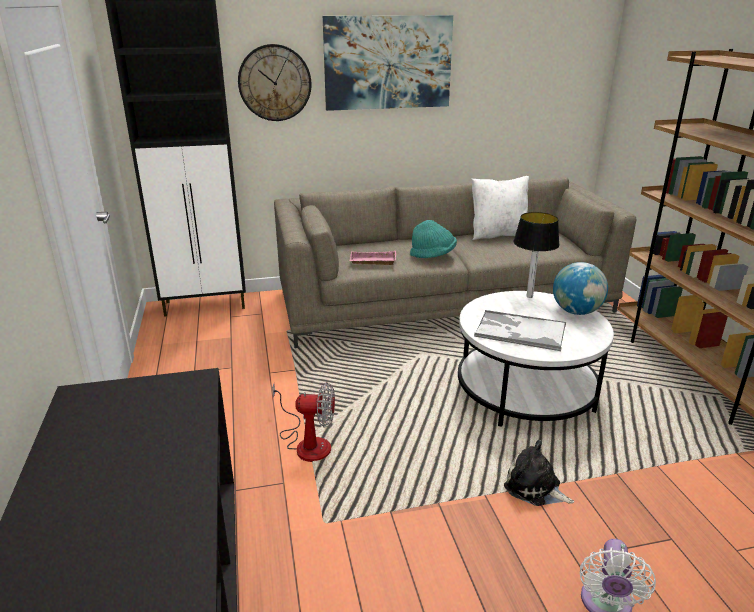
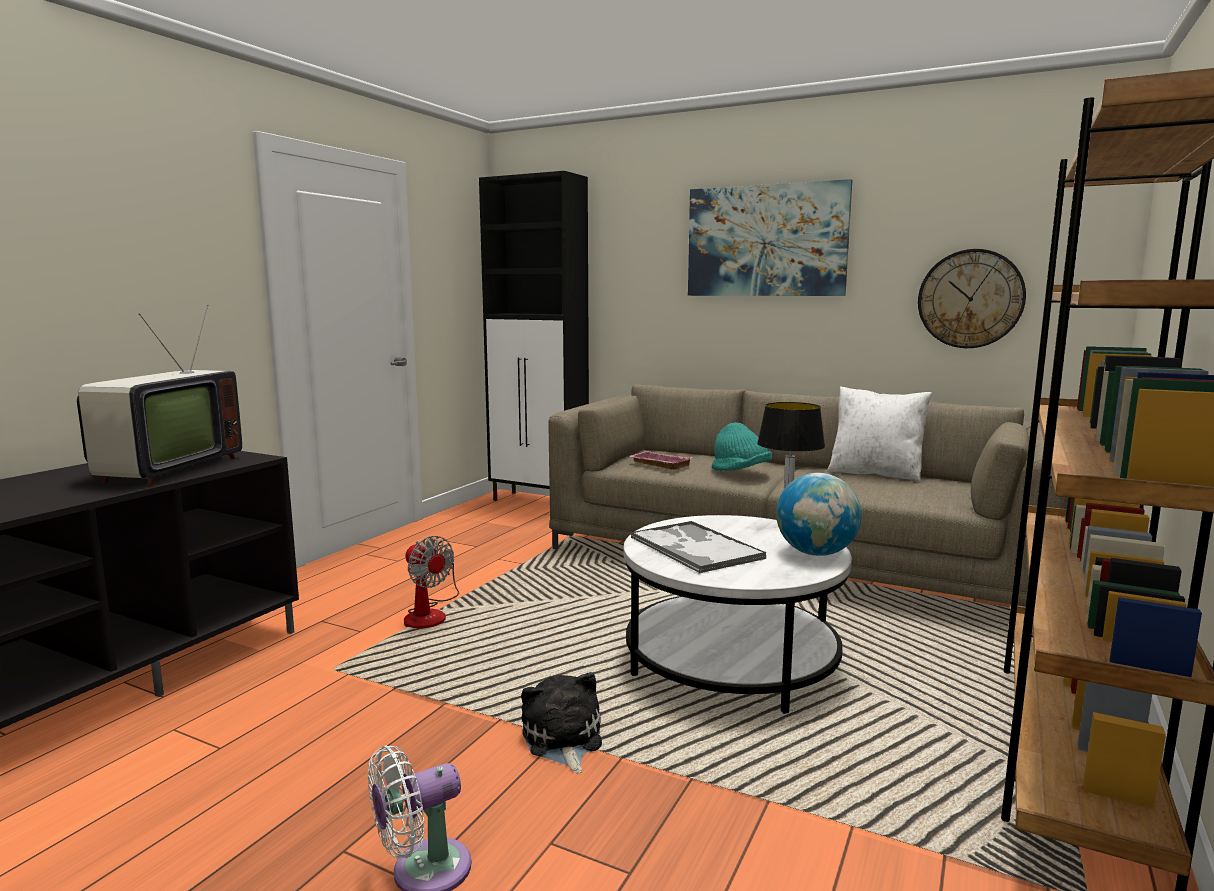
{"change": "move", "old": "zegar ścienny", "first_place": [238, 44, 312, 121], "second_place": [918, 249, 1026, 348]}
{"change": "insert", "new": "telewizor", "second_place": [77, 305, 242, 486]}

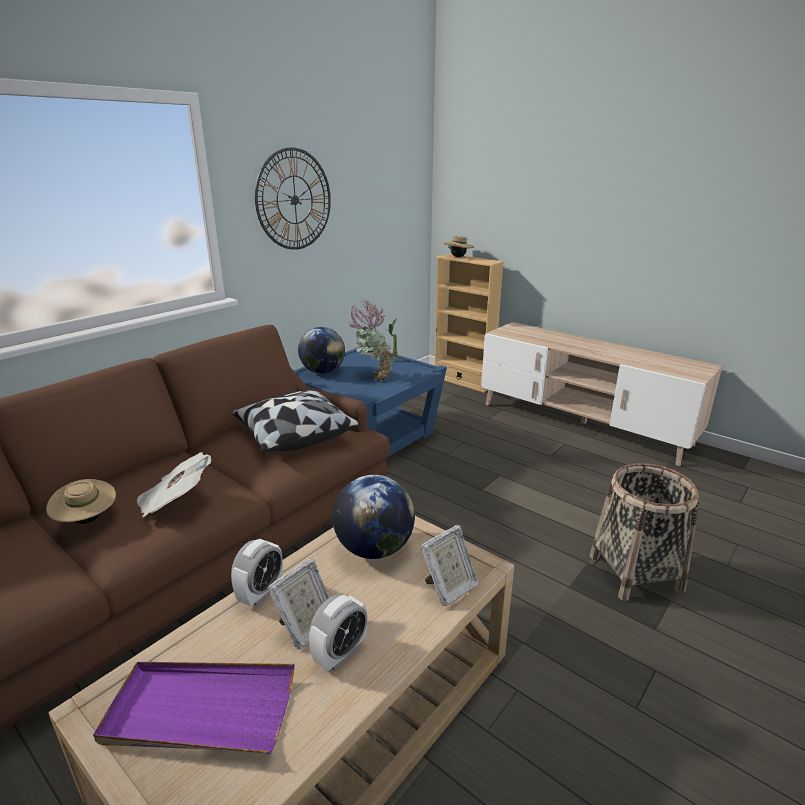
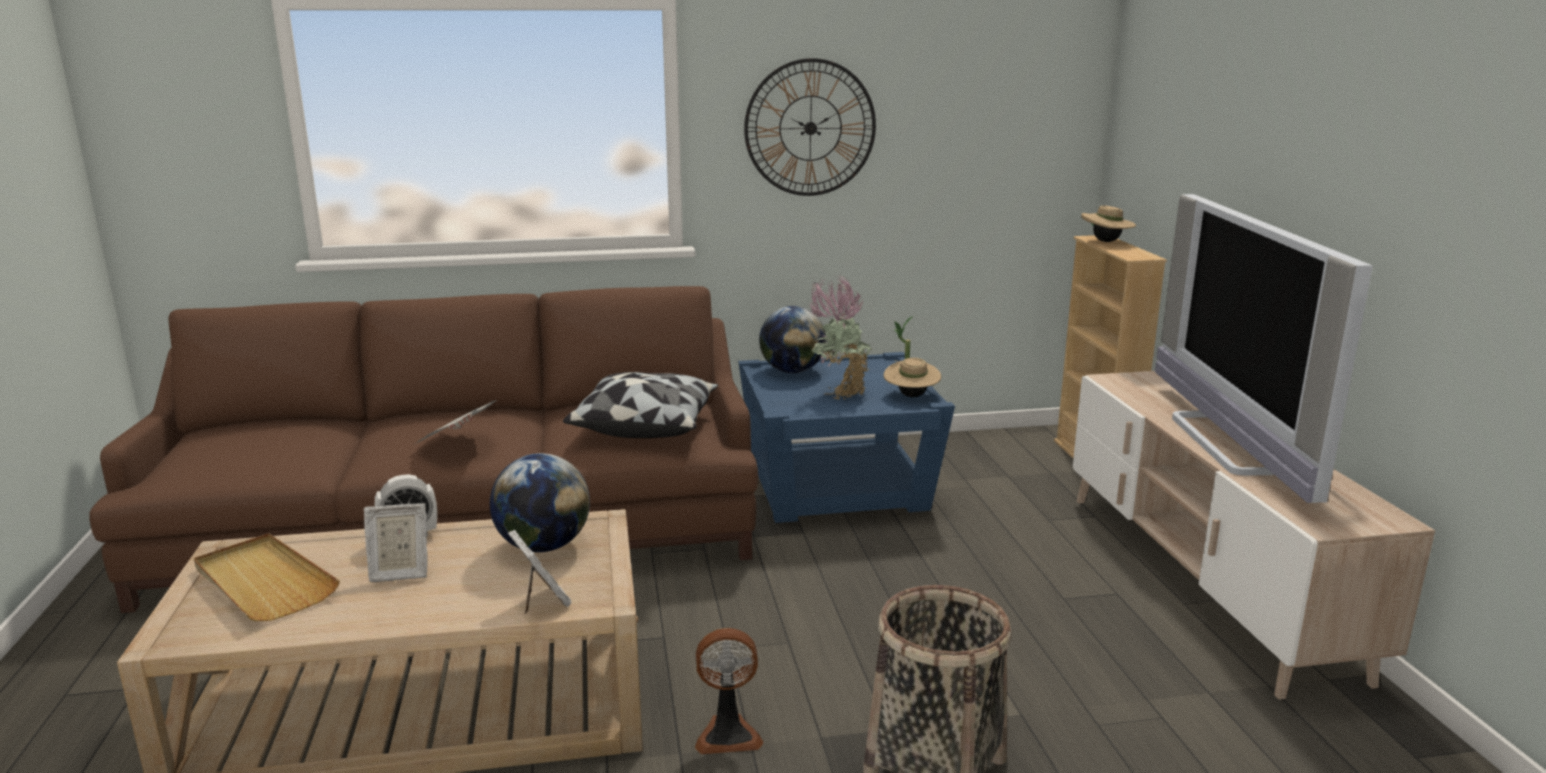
{"change": "move", "old": "kapelusz (beżowy)", "first_place": [46, 479, 116, 524], "second_place": [884, 358, 941, 397]}
{"change": "rotate", "old": "ramka na zdjęcie", "first_place": [421, 525, 479, 606], "second_place": [508, 530, 572, 614], "degrees": -120}
{"change": "delete", "old": "budzik", "first_place": [309, 594, 367, 671]}
{"change": "recolor", "old": "taca (fioletowy)", "new": "taca (beżowy)", "first_place": [93, 662, 294, 754], "second_place": [194, 533, 340, 621]}
{"change": "insert", "new": "telewizor", "second_place": [1155, 194, 1373, 503]}
{"change": "insert", "new": "wentylator", "second_place": [695, 628, 763, 754]}

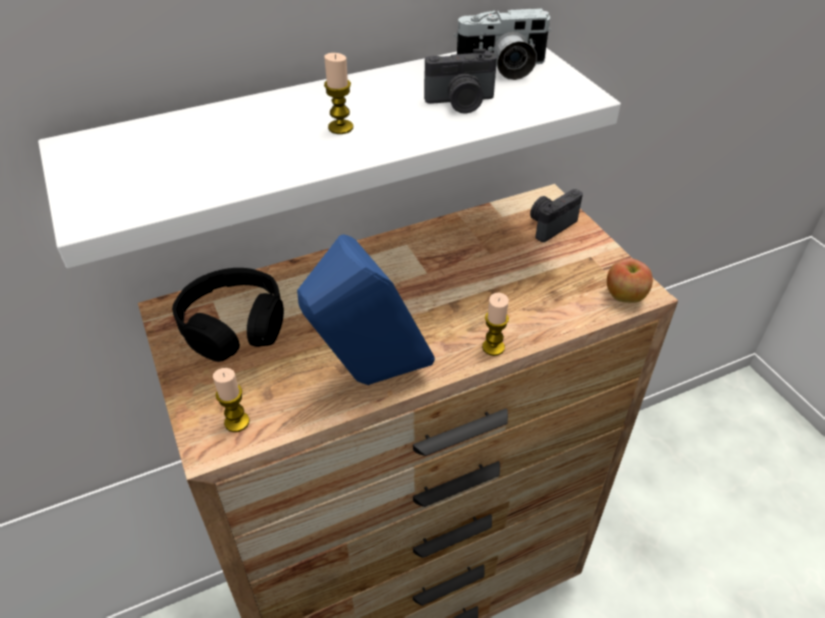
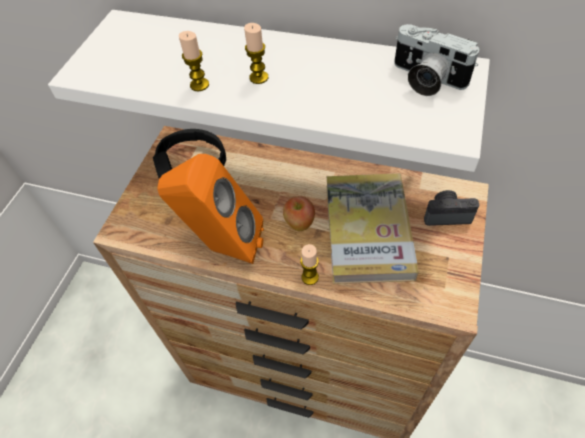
{"change": "delete", "old": "aparat fotograficzny", "first_place": [424, 49, 497, 114]}
{"change": "recolor", "old": "głośnik (niebieski)", "new": "głośnik (pomarańczowy)", "first_place": [297, 234, 435, 385], "second_place": [157, 154, 264, 264]}
{"change": "move", "old": "jabłko", "first_place": [607, 258, 653, 303], "second_place": [283, 196, 315, 231]}
{"change": "move", "old": "świeca", "first_place": [213, 368, 249, 432], "second_place": [179, 31, 209, 91]}
{"change": "insert", "new": "książka", "second_place": [326, 173, 419, 284]}

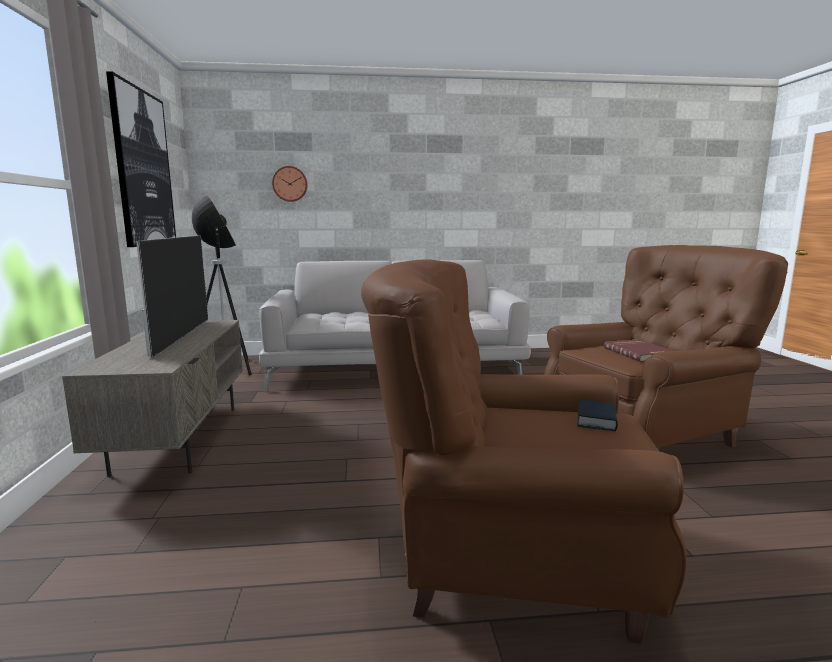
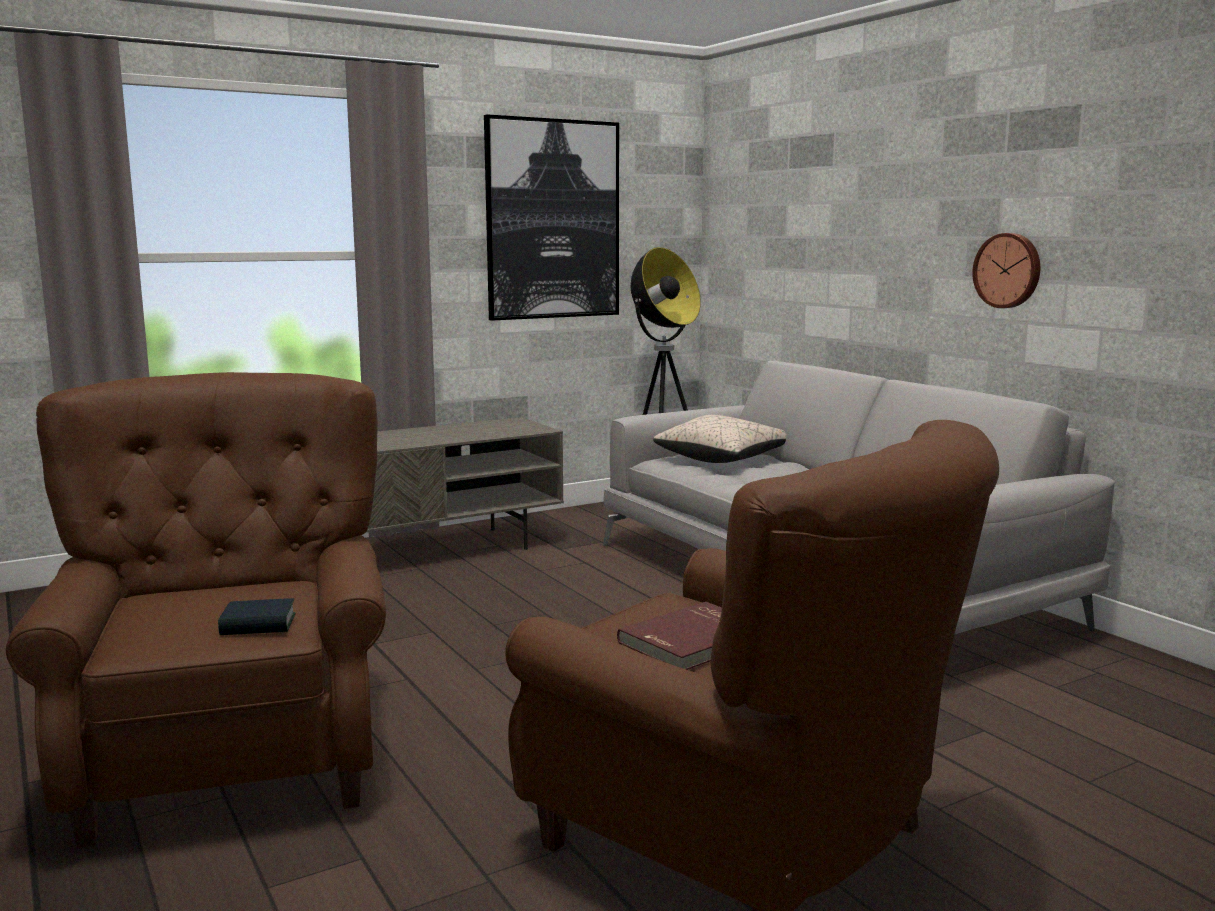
{"change": "move", "old": "zegar ścienny", "first_place": [272, 166, 308, 202], "second_place": [972, 233, 1040, 308]}
{"change": "delete", "old": "telewizor", "first_place": [136, 235, 208, 358]}
{"change": "insert", "new": "poduszka (beżowy)", "second_place": [653, 415, 786, 463]}

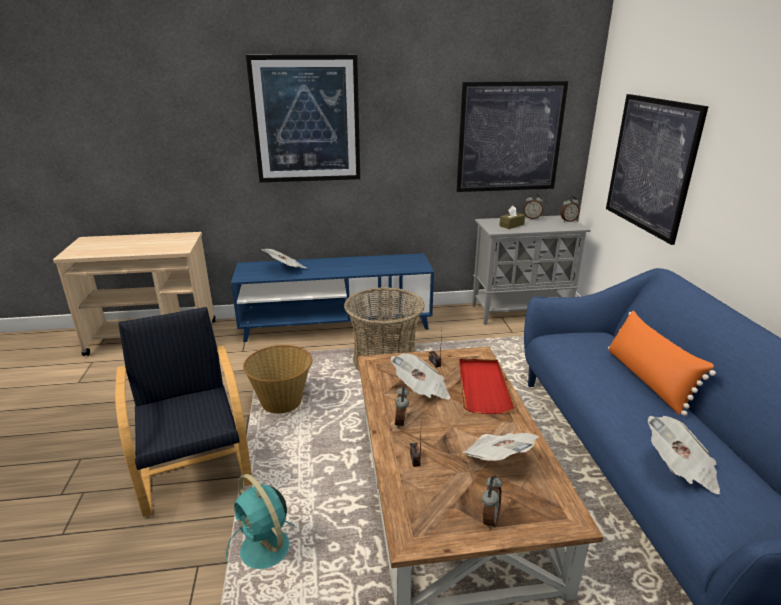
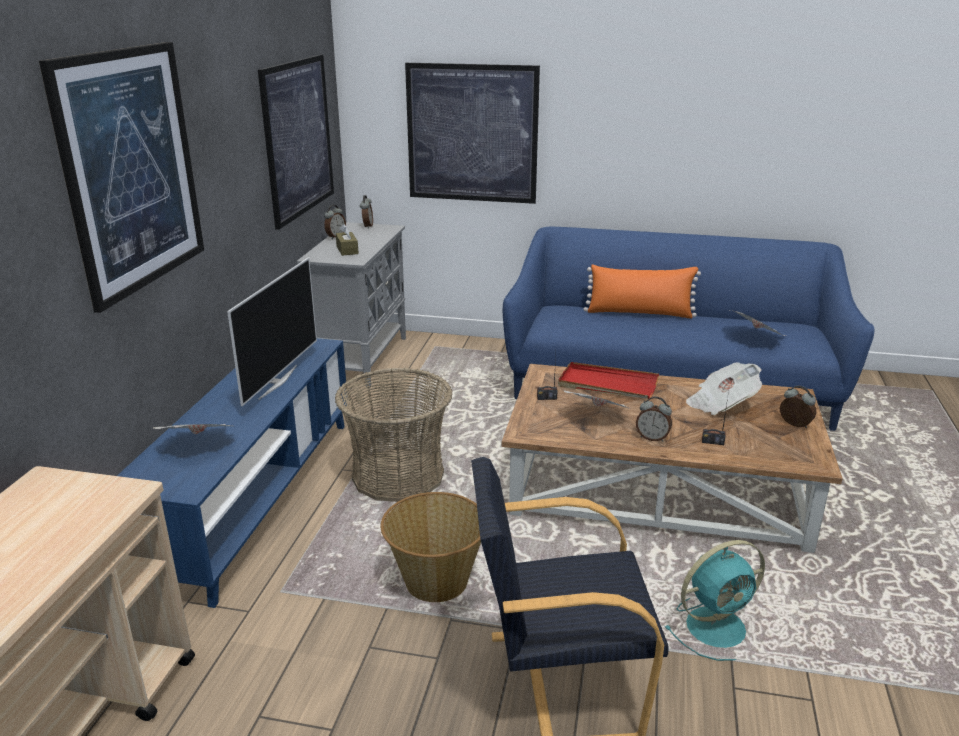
{"change": "insert", "new": "telewizor", "second_place": [227, 258, 317, 406]}

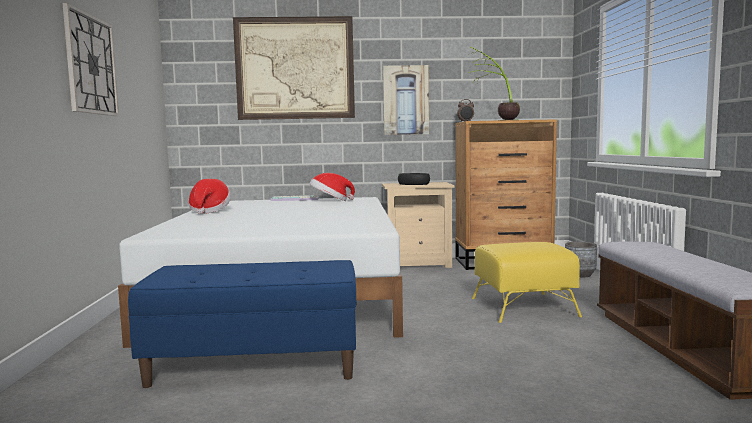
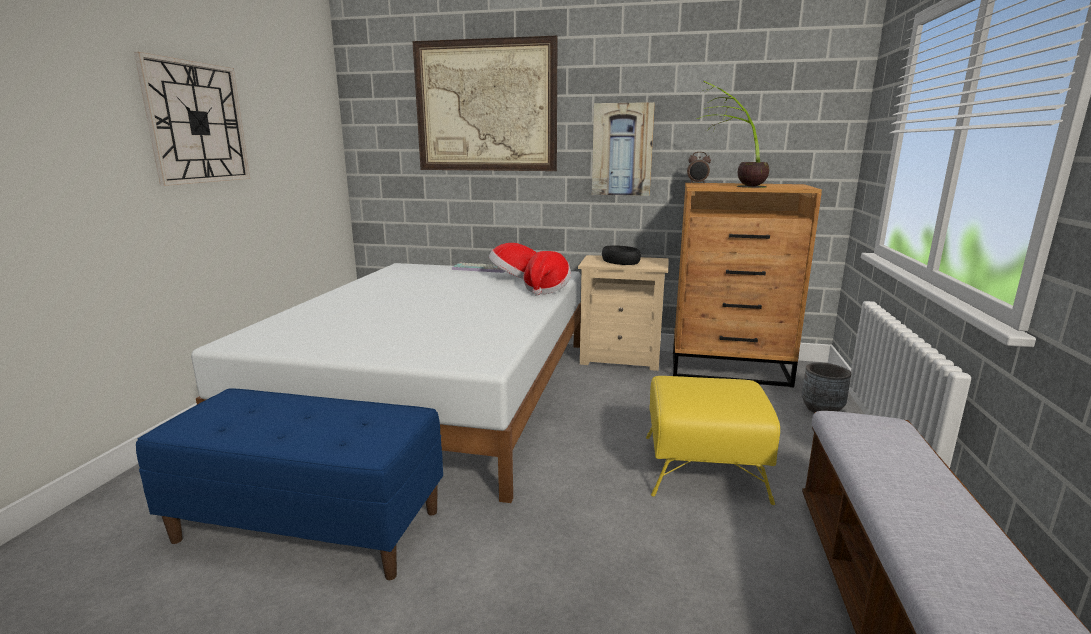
{"change": "move", "old": "kapelusz", "first_place": [188, 179, 231, 214], "second_place": [523, 251, 571, 296]}

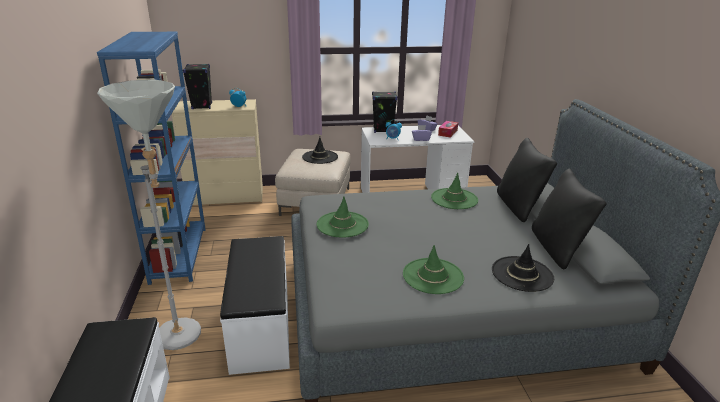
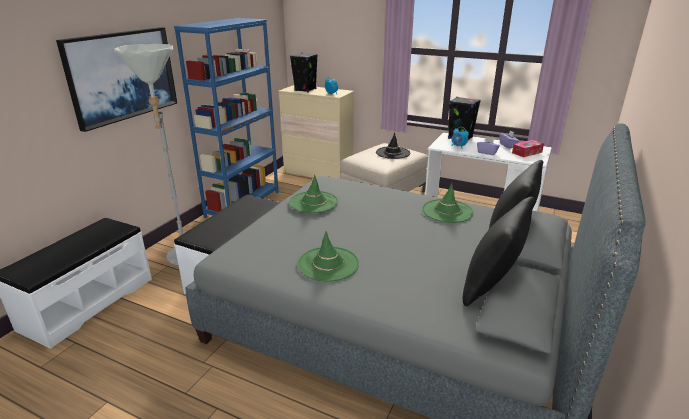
{"change": "delete", "old": "kapelusz (czarny)", "first_place": [492, 244, 554, 292]}
{"change": "insert", "new": "obraz", "second_place": [56, 27, 177, 132]}

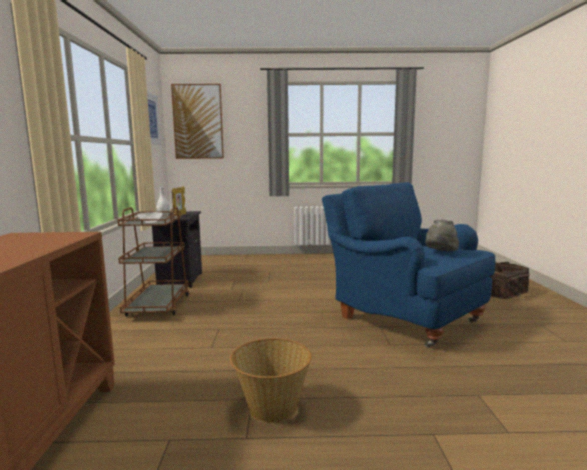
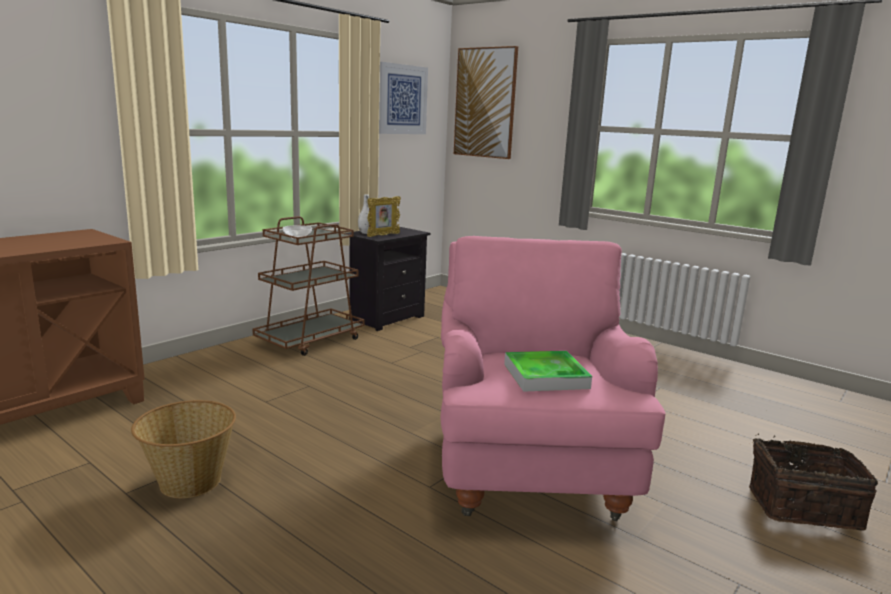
{"change": "recolor", "old": "fotel (niebieski)", "new": "fotel (różowy)", "first_place": [322, 182, 495, 348], "second_place": [440, 236, 666, 521]}
{"change": "replace", "old": "kapelusz (szary)", "new": "taca", "first_place": [425, 220, 459, 251], "second_place": [504, 351, 592, 392]}

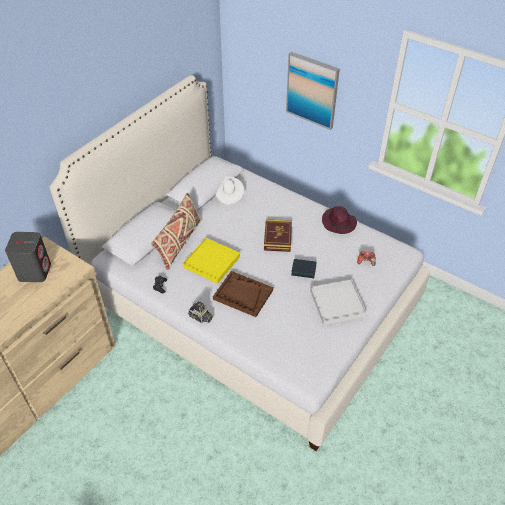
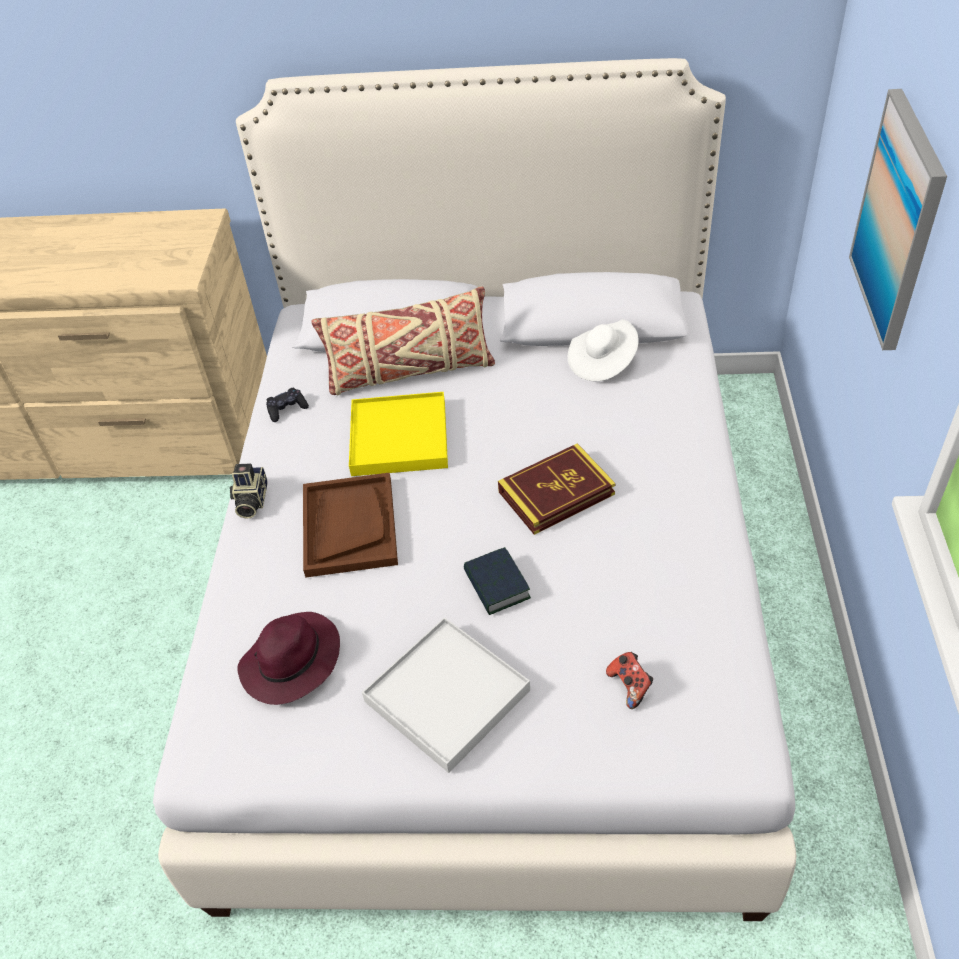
{"change": "move", "old": "kapelusz (fioletowy)", "first_place": [322, 206, 357, 234], "second_place": [237, 612, 340, 705]}
{"change": "delete", "old": "głośnik (szary)", "first_place": [5, 232, 51, 282]}

